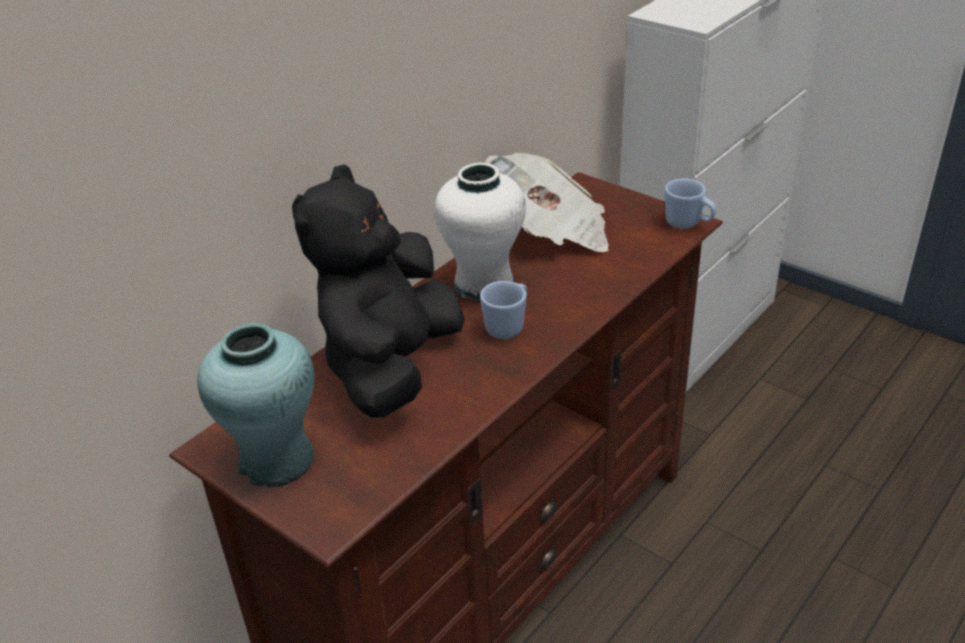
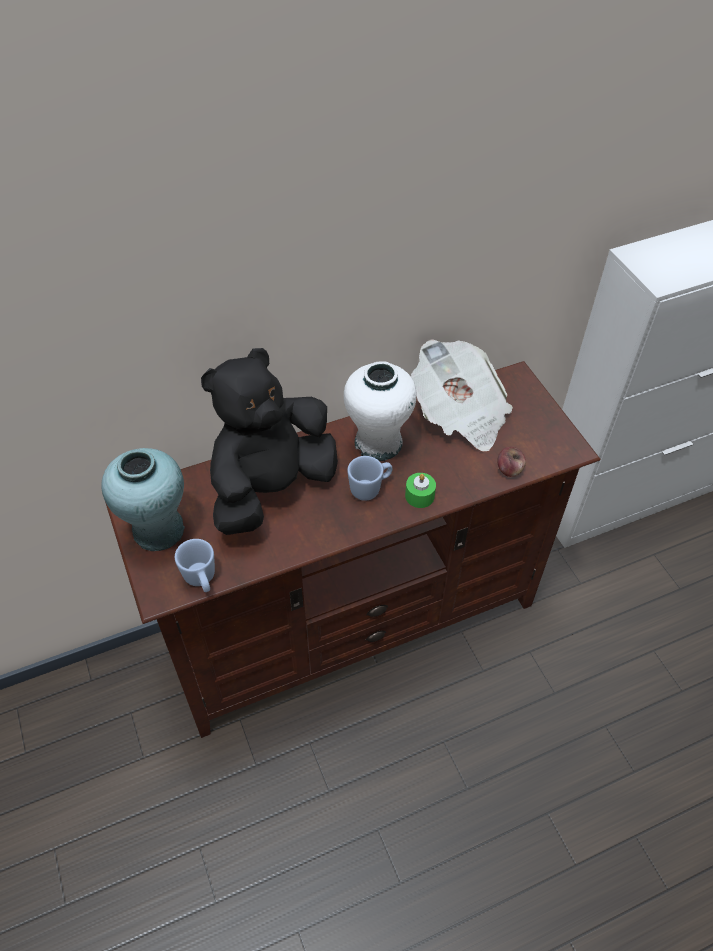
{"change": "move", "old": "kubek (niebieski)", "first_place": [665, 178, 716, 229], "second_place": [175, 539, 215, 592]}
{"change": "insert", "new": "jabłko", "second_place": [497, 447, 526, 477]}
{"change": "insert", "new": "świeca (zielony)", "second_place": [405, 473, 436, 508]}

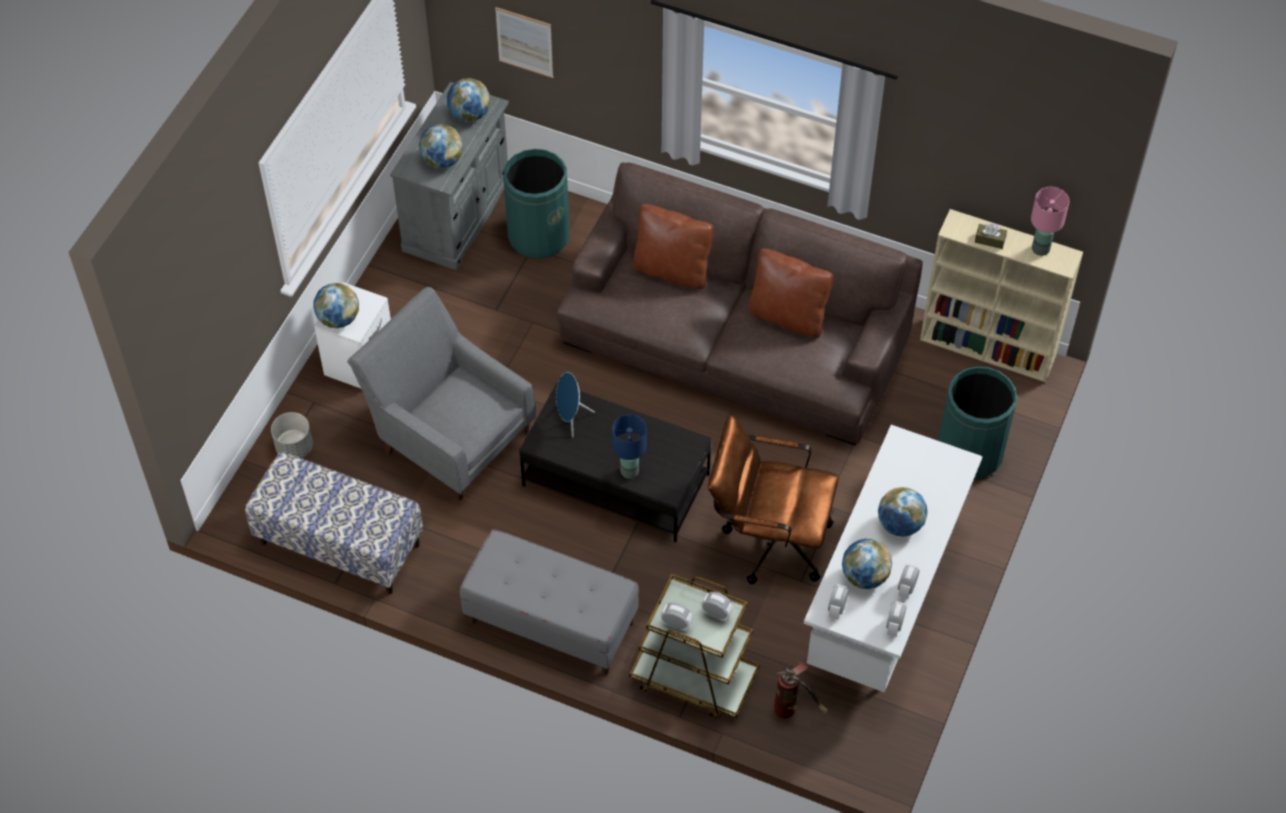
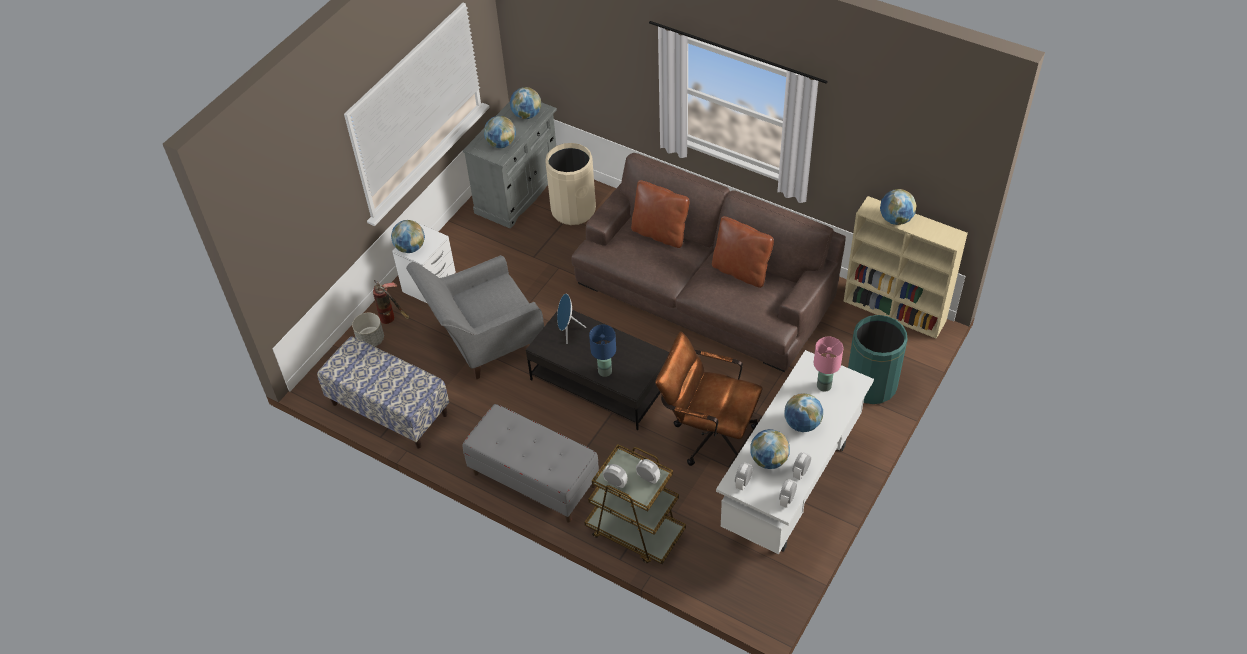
{"change": "delete", "old": "obraz", "first_place": [495, 7, 553, 78]}
{"change": "recolor", "old": "kosz na śmieci (zielony)", "new": "kosz na śmieci (beżowy)", "first_place": [503, 149, 570, 259], "second_place": [545, 143, 596, 225]}
{"change": "move", "old": "lampa stołowa (różowy)", "first_place": [1031, 187, 1070, 256], "second_place": [814, 337, 843, 392]}
{"change": "replace", "old": "pudełko chusteczek (brązowy)", "new": "globus", "first_place": [975, 224, 1007, 249], "second_place": [880, 189, 917, 225]}
{"change": "rotate", "old": "fotel (szary)", "first_place": [347, 287, 536, 501], "second_place": [406, 255, 544, 380], "degrees": -75}
{"change": "move", "old": "gaśnica", "first_place": [774, 662, 828, 719], "second_place": [373, 280, 409, 324]}

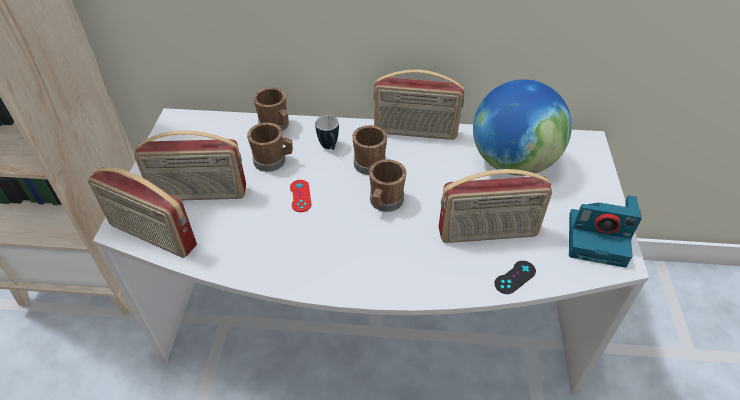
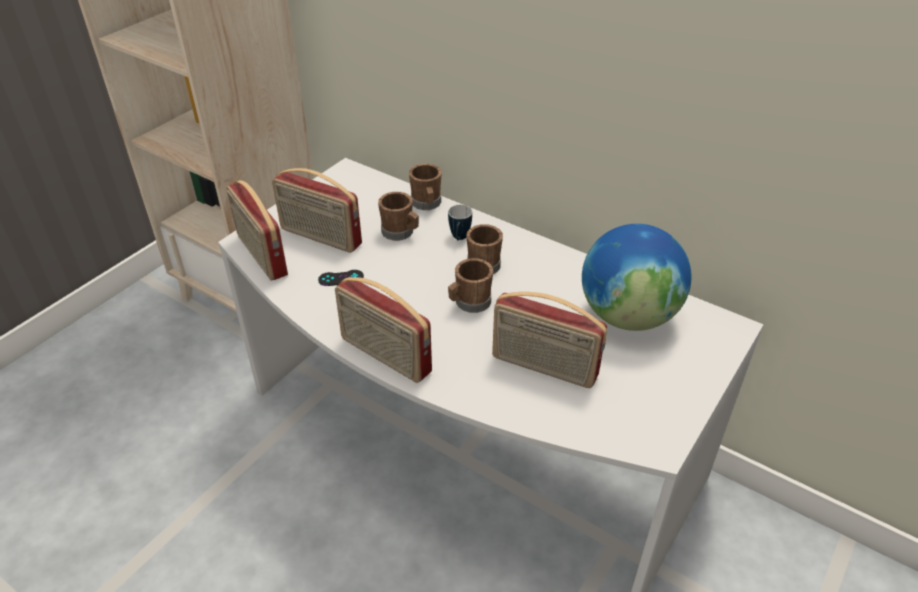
{"change": "move", "old": "radio", "first_place": [374, 70, 464, 140], "second_place": [335, 277, 432, 383]}
{"change": "delete", "old": "pad do gier (czerwony)", "first_place": [290, 180, 311, 212]}
{"change": "delete", "old": "aparat fotograficzny", "first_place": [569, 195, 642, 268]}
{"change": "move", "old": "pad do gier (czarny)", "first_place": [495, 261, 536, 294], "second_place": [318, 270, 364, 286]}

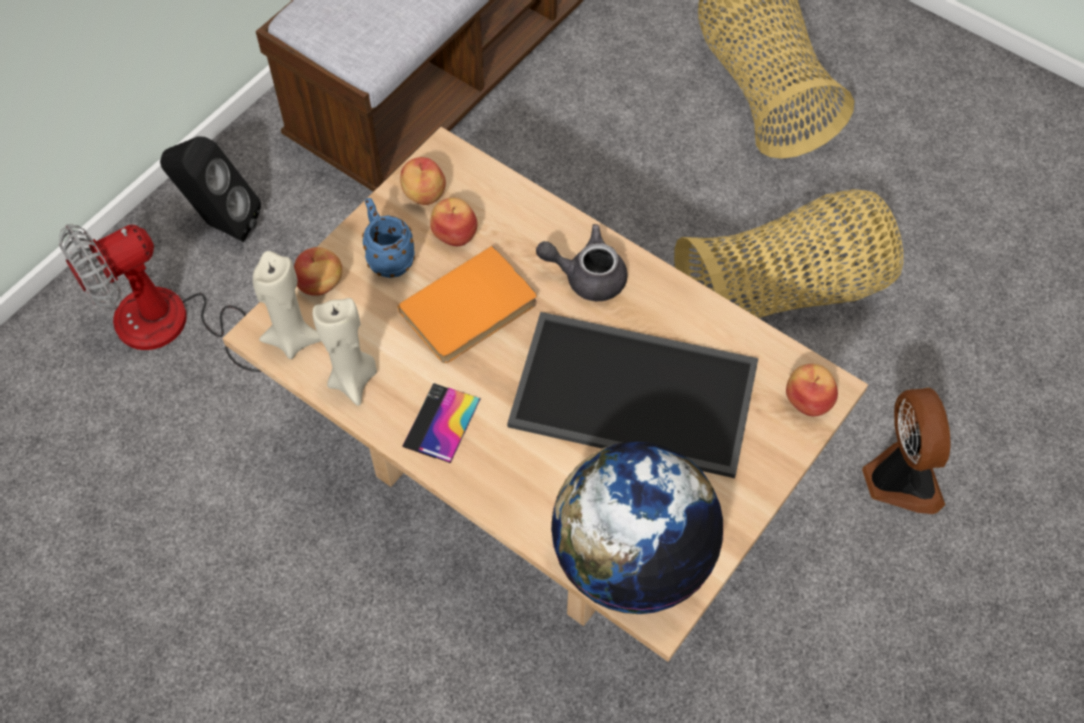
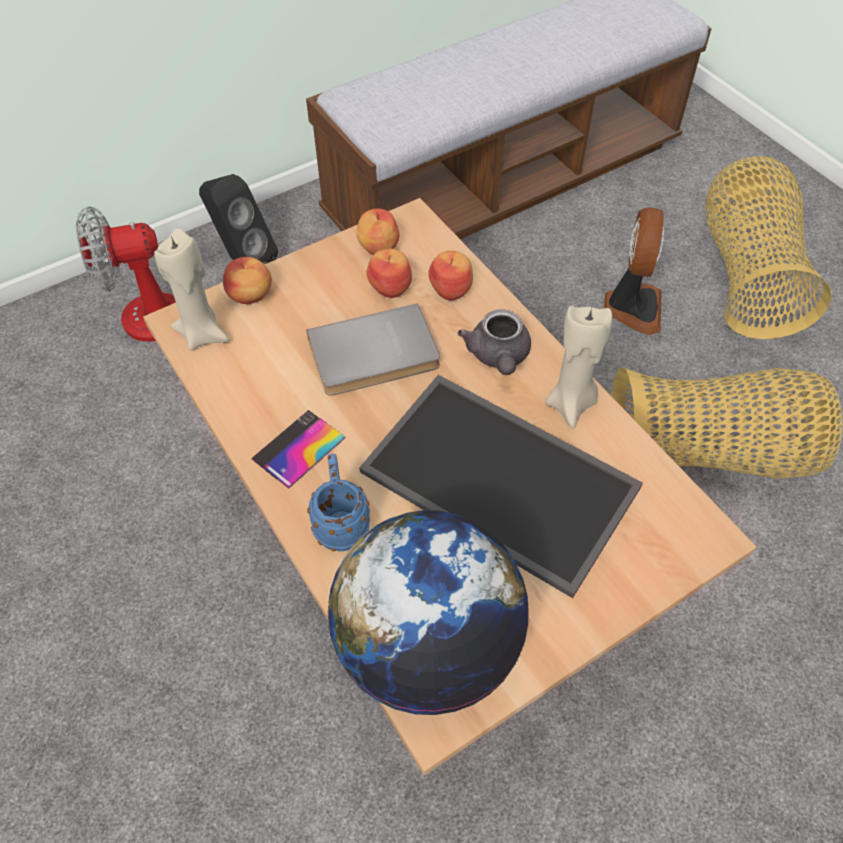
{"change": "move", "old": "kubek (niebieski)", "first_place": [362, 198, 415, 278], "second_place": [307, 454, 370, 551]}
{"change": "rotate", "old": "imbryk (szary)", "first_place": [536, 224, 627, 302], "second_place": [457, 309, 531, 375], "degrees": -120}
{"change": "recolor", "old": "książka (pomarańczowy)", "new": "książka (szary)", "first_place": [398, 246, 537, 363], "second_place": [306, 303, 440, 396]}
{"change": "move", "old": "świeca (beżowy)", "first_place": [313, 298, 377, 406], "second_place": [545, 306, 612, 428]}
{"change": "move", "old": "jabłko", "first_place": [786, 364, 838, 416], "second_place": [428, 251, 473, 300]}
{"change": "move", "old": "wentylator", "first_place": [862, 388, 950, 514], "second_place": [604, 208, 664, 335]}

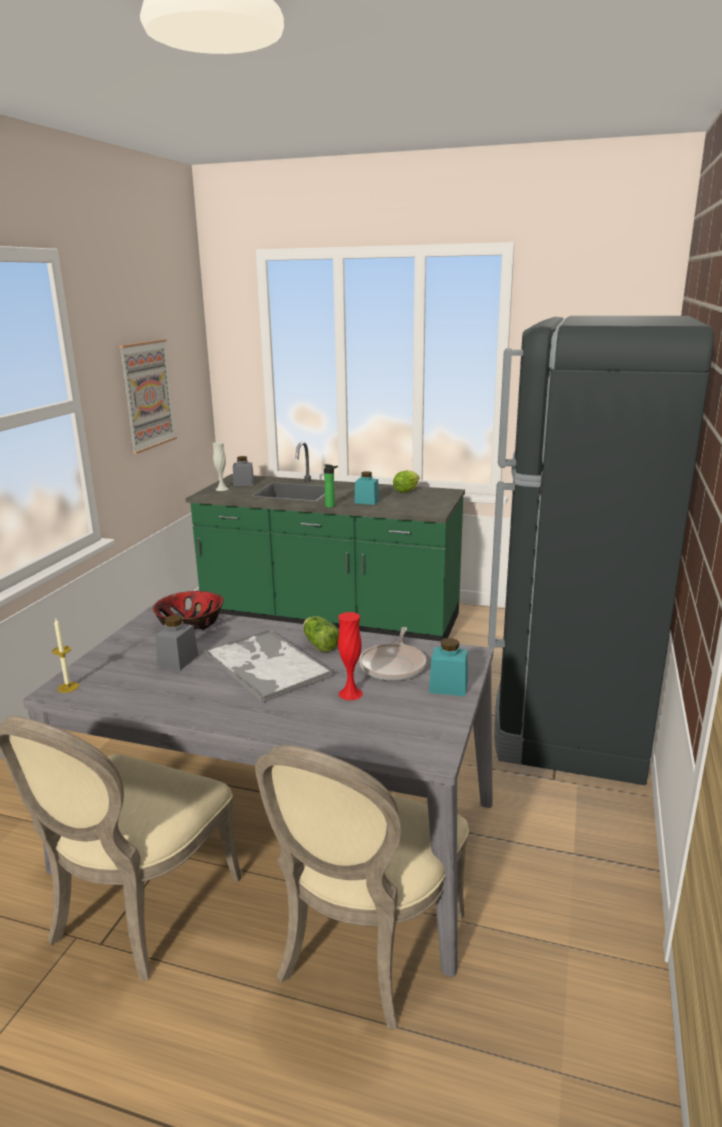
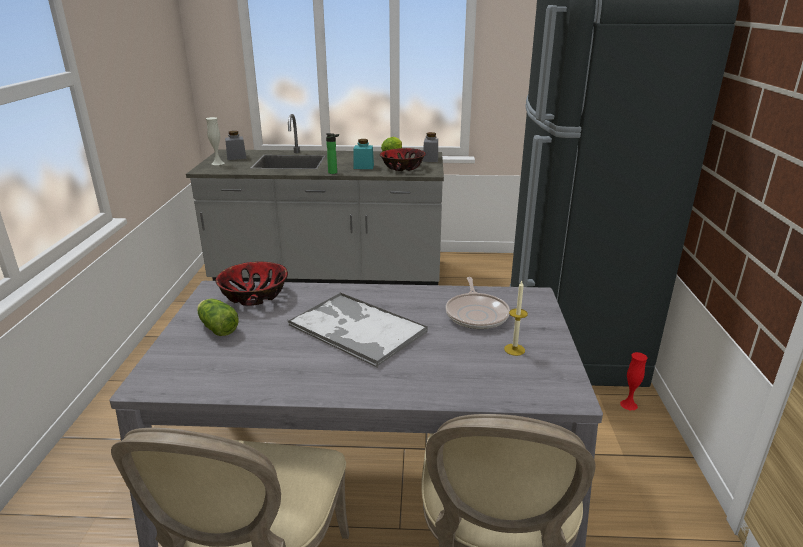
{"change": "delete", "old": "obraz", "first_place": [119, 339, 177, 454]}
{"change": "recolor", "old": "zabudowa kuchenna (zielony)", "new": "zabudowa kuchenna (szary)", "first_place": [185, 441, 465, 641], "second_place": [186, 114, 444, 285]}
{"change": "move", "old": "wazon (czerwony)", "first_place": [338, 612, 363, 700], "second_place": [620, 352, 647, 410]}
{"change": "move", "old": "słoik (szary)", "first_place": [155, 615, 198, 671], "second_place": [423, 132, 438, 162]}
{"change": "move", "old": "sałata", "first_place": [303, 616, 339, 652], "second_place": [197, 299, 239, 336]}
{"change": "move", "old": "świeca", "first_place": [52, 619, 79, 693], "second_place": [504, 281, 528, 356]}
{"change": "delete", "old": "słoik (turkusowy)", "first_place": [429, 638, 468, 696]}
{"change": "insert", "new": "miska", "second_place": [380, 148, 426, 171]}

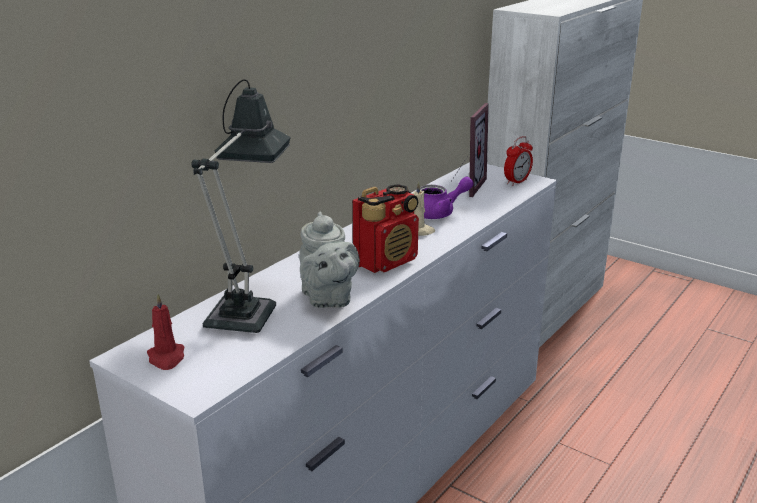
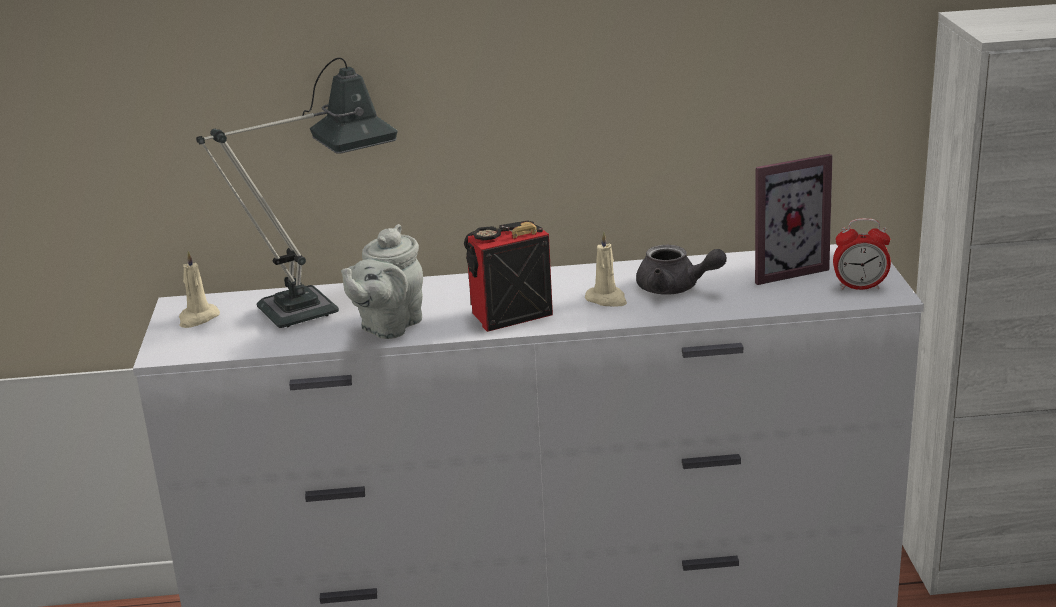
{"change": "recolor", "old": "imbryk (fioletowy)", "new": "imbryk (szary)", "first_place": [420, 176, 473, 219], "second_place": [636, 245, 727, 295]}
{"change": "rotate", "old": "radio", "first_place": [352, 184, 419, 273], "second_place": [464, 220, 553, 332], "degrees": 150}
{"change": "recolor", "old": "świeca (czerwony)", "new": "świeca (beżowy)", "first_place": [147, 294, 184, 370], "second_place": [179, 251, 220, 328]}

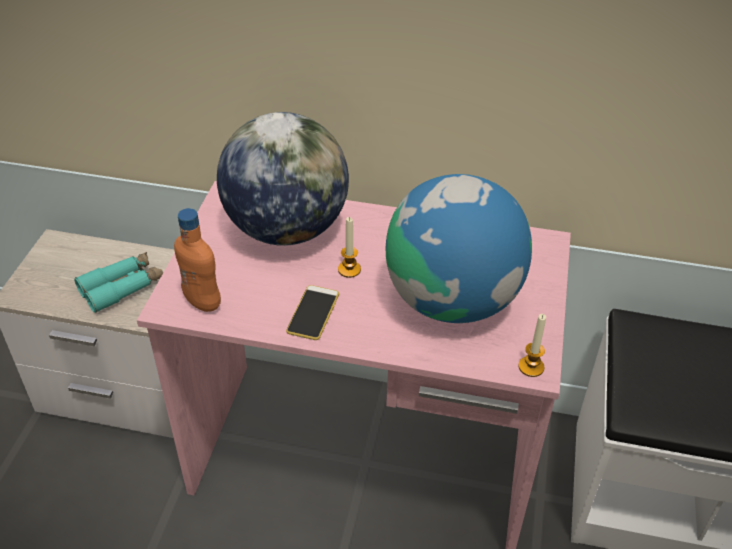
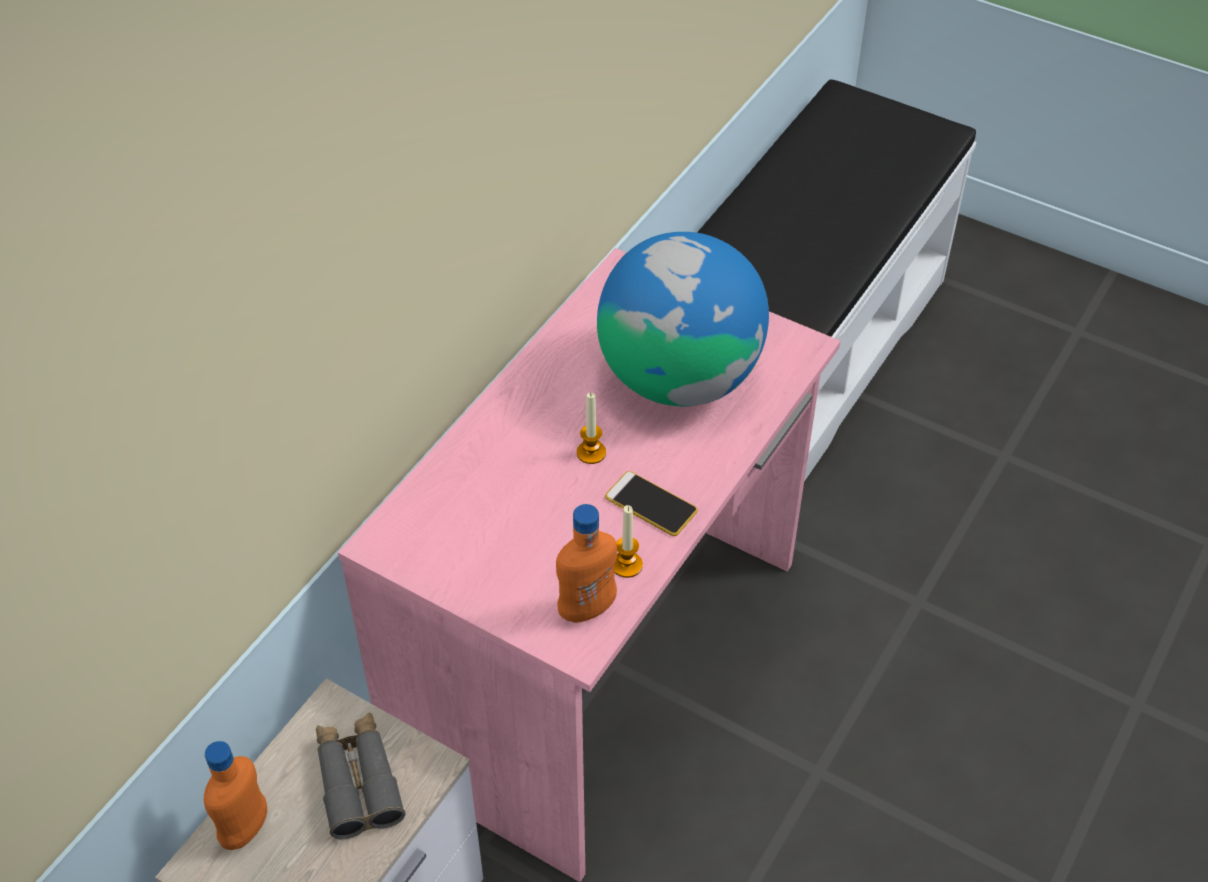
{"change": "delete", "old": "globus", "first_place": [217, 112, 349, 246]}
{"change": "recolor", "old": "lornetka (turkusowy)", "new": "lornetka (szary)", "first_place": [74, 252, 163, 313], "second_place": [316, 712, 406, 839]}
{"change": "move", "old": "świeca", "first_place": [518, 314, 546, 377], "second_place": [614, 505, 643, 578]}
{"change": "insert", "new": "butelka (pomarańczowy)", "second_place": [204, 741, 267, 850]}

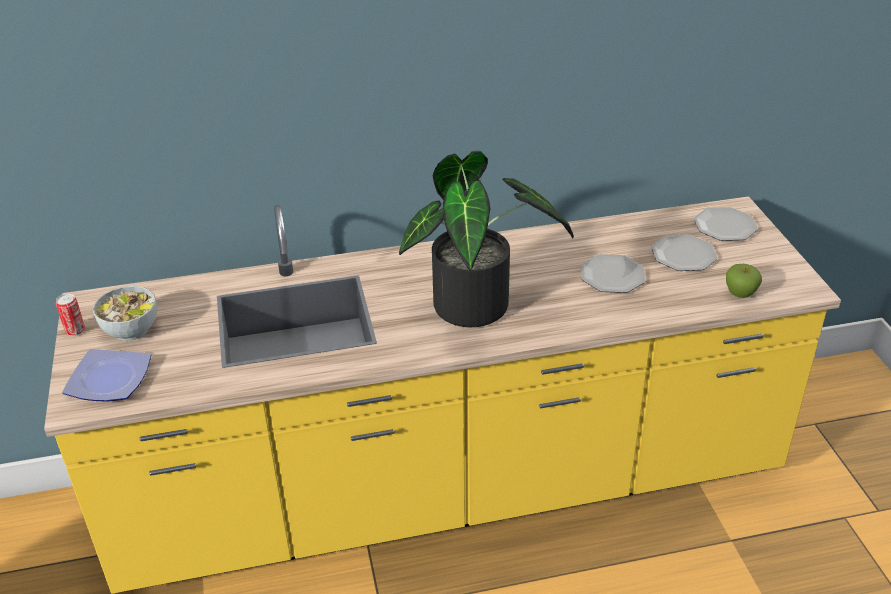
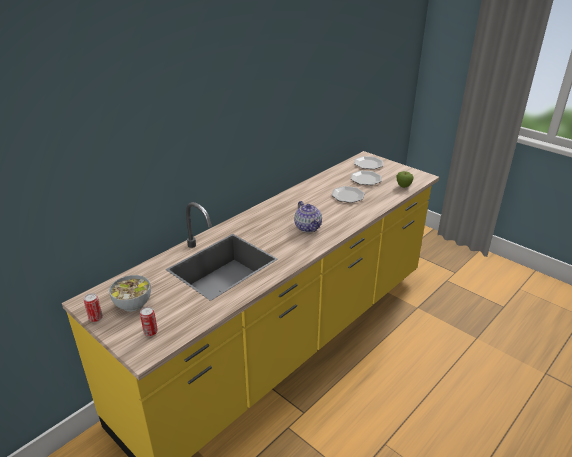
{"change": "replace", "old": "roślina doniczkowa", "new": "imbryk", "first_place": [399, 151, 574, 327], "second_place": [294, 201, 322, 232]}
{"change": "replace", "old": "talerz", "new": "puszka", "first_place": [62, 349, 151, 402], "second_place": [140, 307, 158, 336]}

